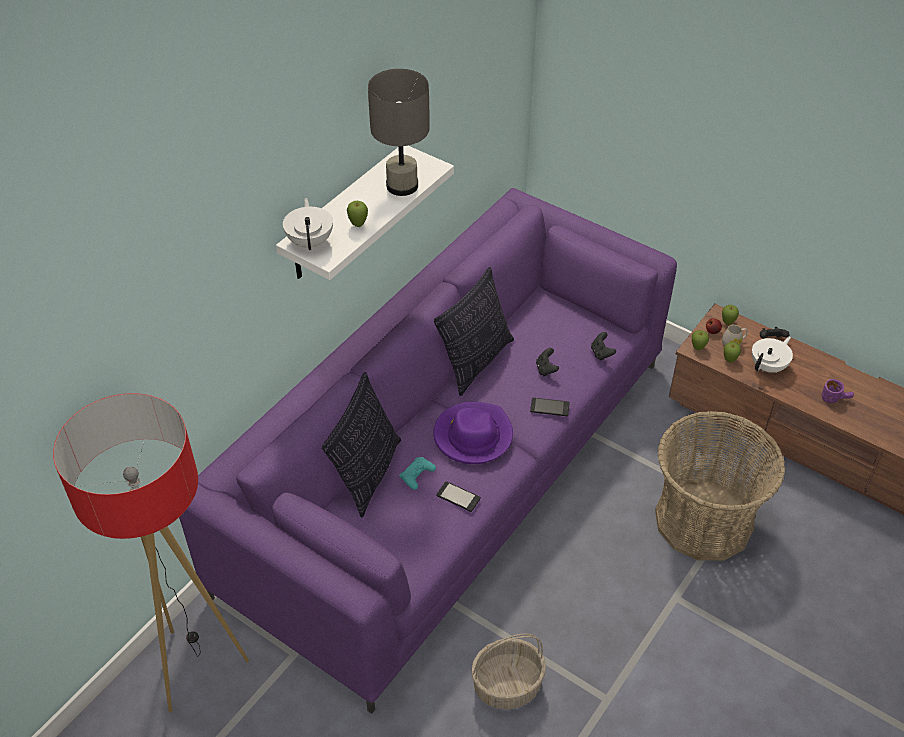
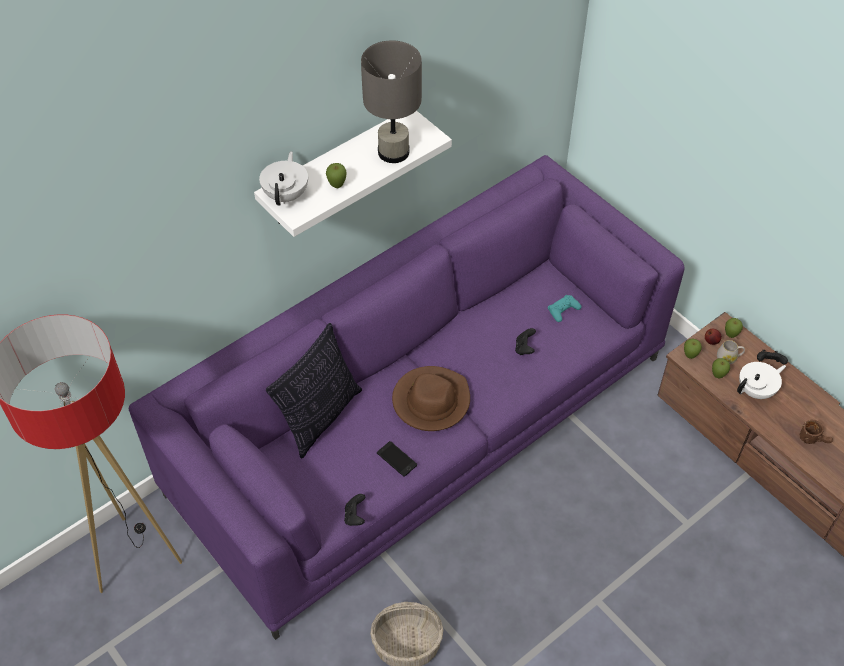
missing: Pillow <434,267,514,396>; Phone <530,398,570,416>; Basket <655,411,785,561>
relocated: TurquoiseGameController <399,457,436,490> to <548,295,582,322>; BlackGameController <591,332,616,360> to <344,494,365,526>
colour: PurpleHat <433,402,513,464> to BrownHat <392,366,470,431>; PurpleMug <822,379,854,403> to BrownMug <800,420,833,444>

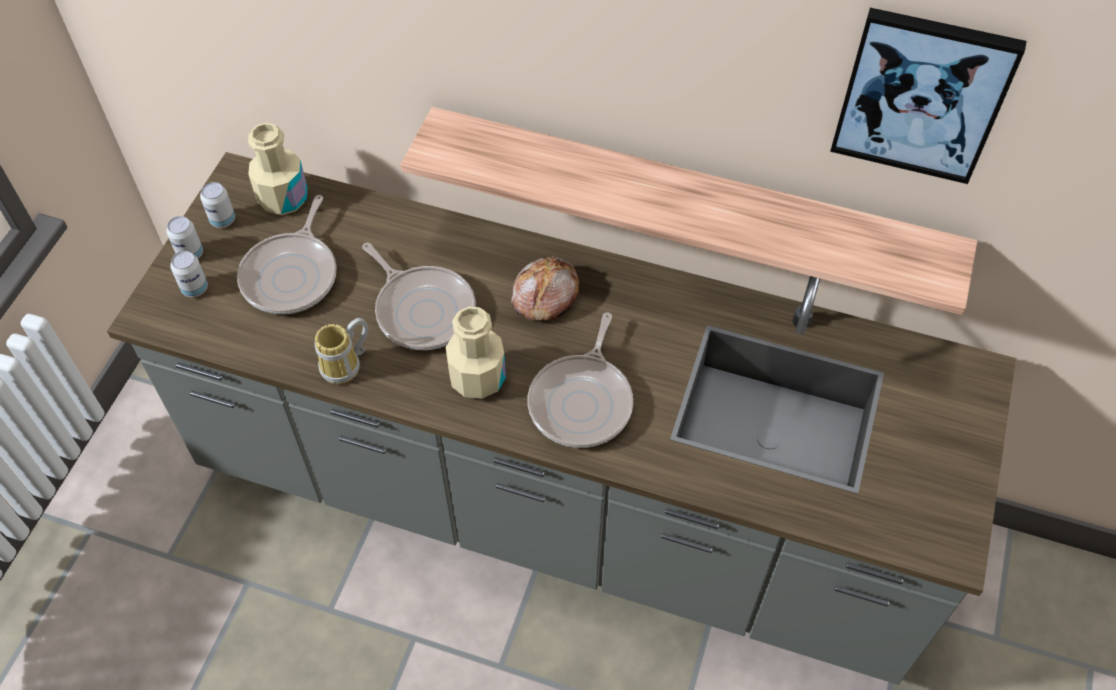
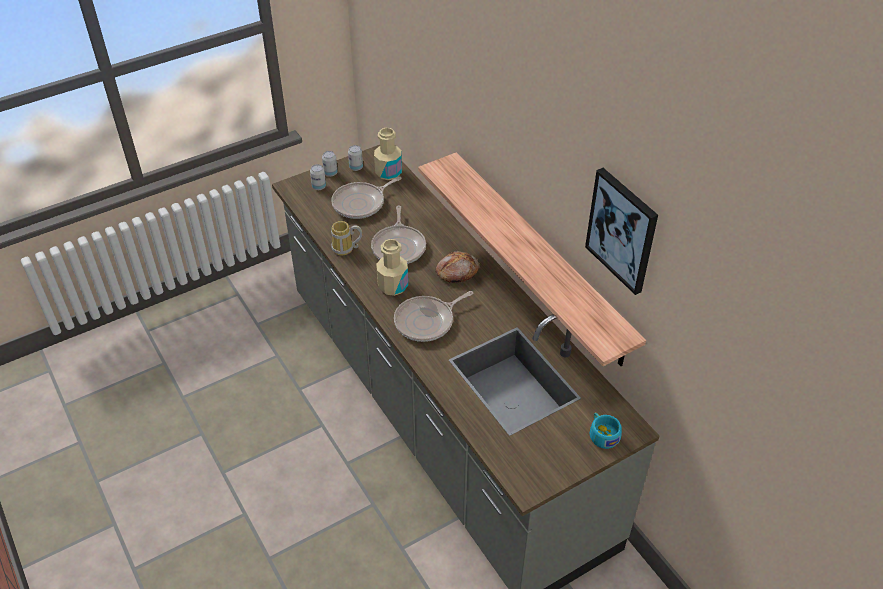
appeared: TurquoiseCup <590,413,622,449>

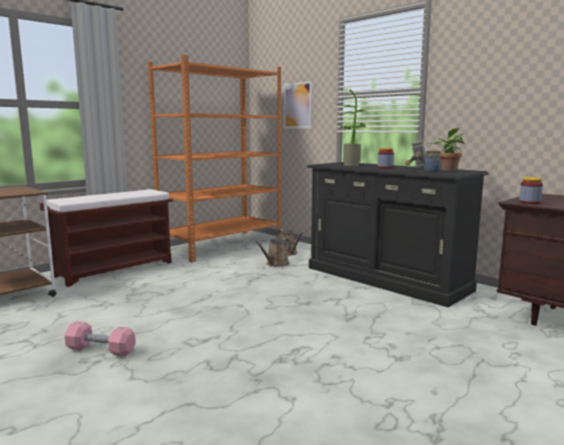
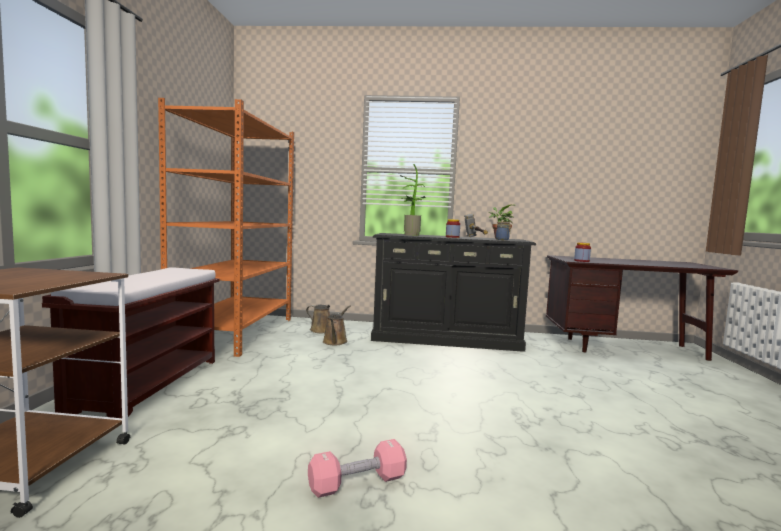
missing: Picture <284,81,312,128>

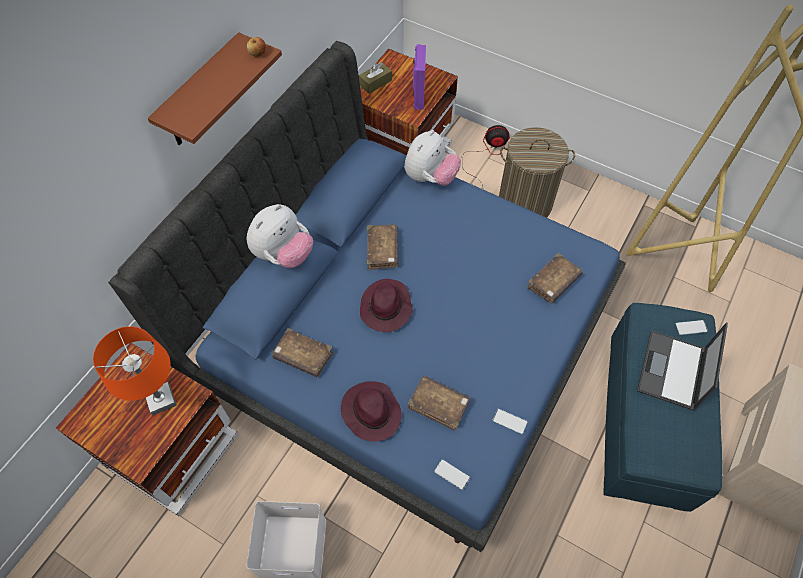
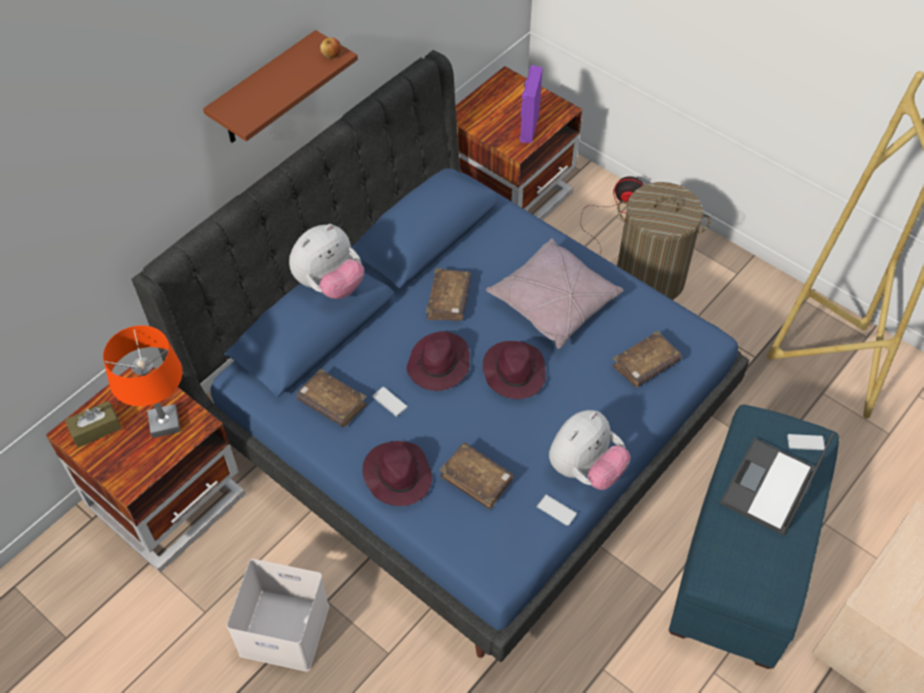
appeared: PurpleHat <483,341,546,399>; PurplePillow <486,238,624,349>
relocated: BrownTissueBox <359,62,392,94> to <65,401,122,448>; PlushToy <404,130,461,186> to <549,410,631,490>; Phone <434,459,470,490> to <372,387,408,417>

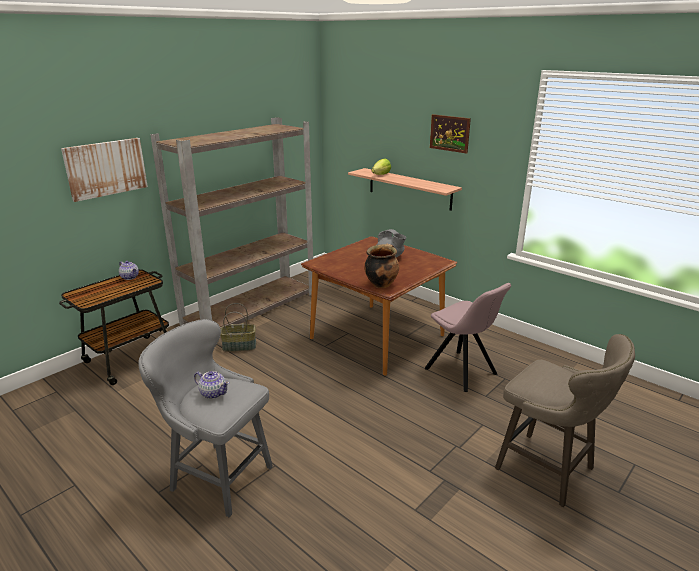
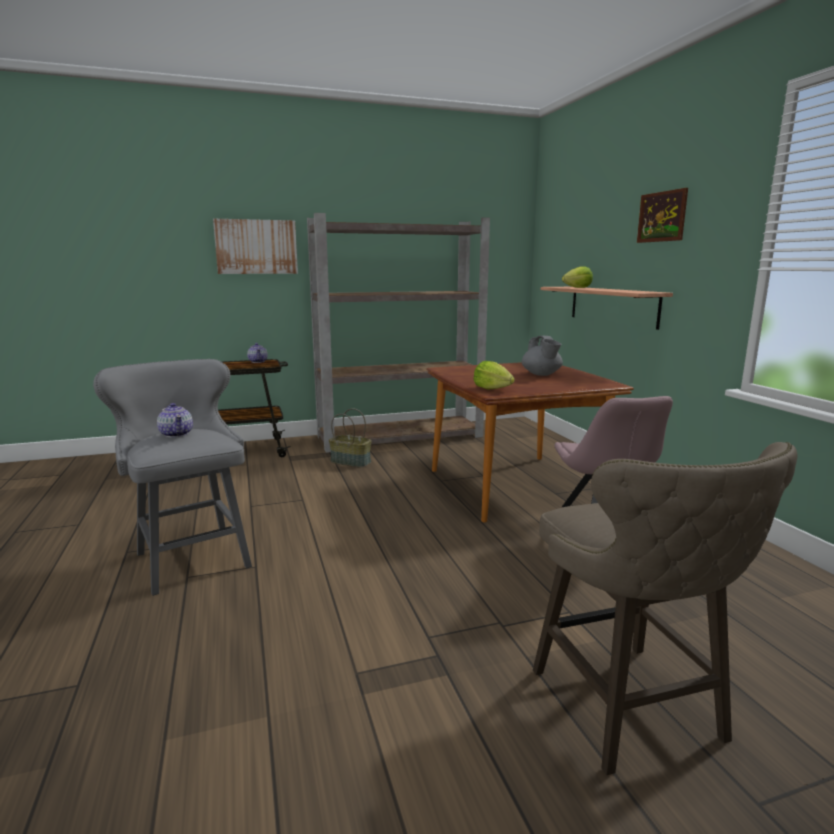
exchanged: CookingPot <364,244,399,288> to Lettuce <473,361,515,389>

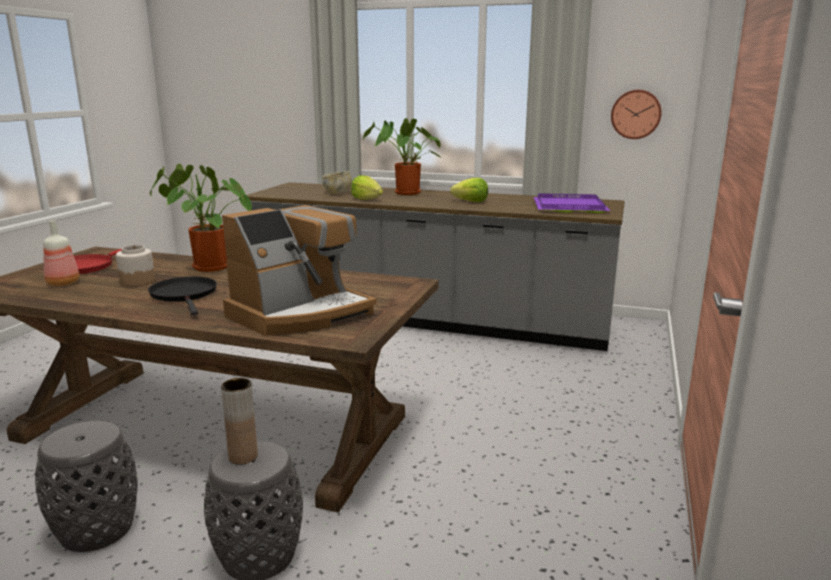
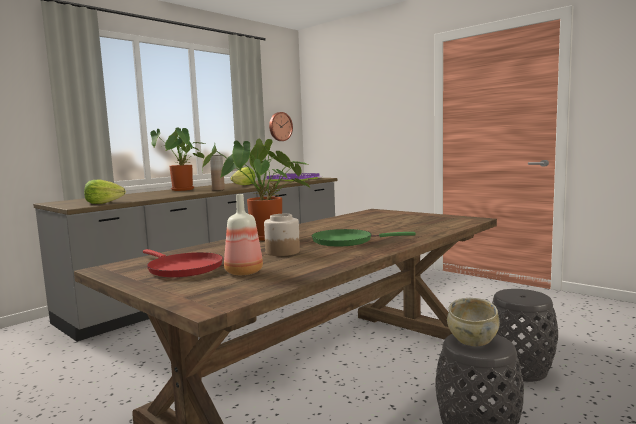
missing: CoffeeMachine <222,205,377,336>
relocated: BrownVase <221,378,258,465> to <210,155,225,191>; BeigeBowl <322,171,352,194> to <447,298,500,346>; Lettuce <351,175,383,200> to <84,179,126,204>
colour: BlackFryingPan <148,277,217,315> to GreenFryingPan <312,229,416,246>

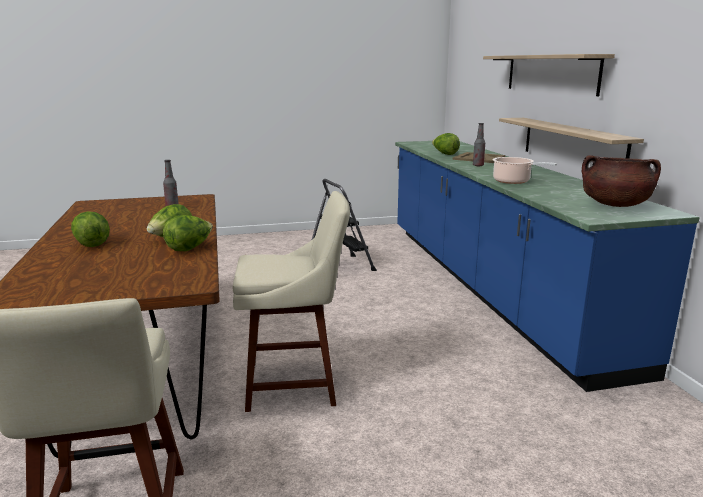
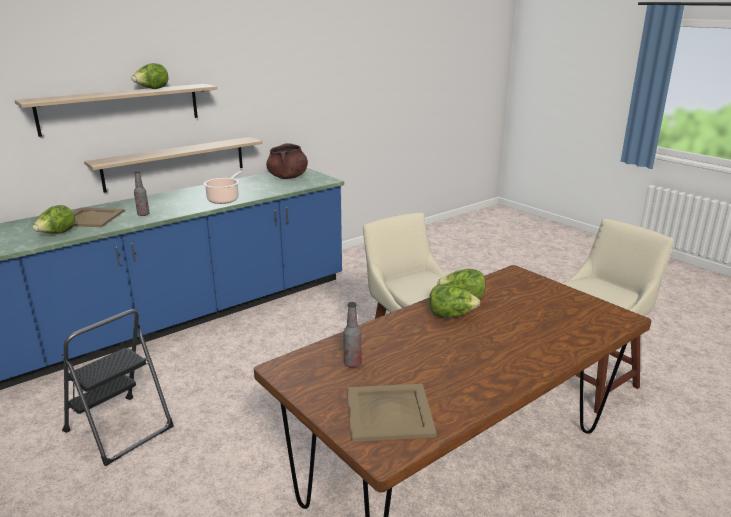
appeared: BeigeTray <347,384,437,442>
relocated: Lettuce <71,211,110,247> to <132,63,168,89>

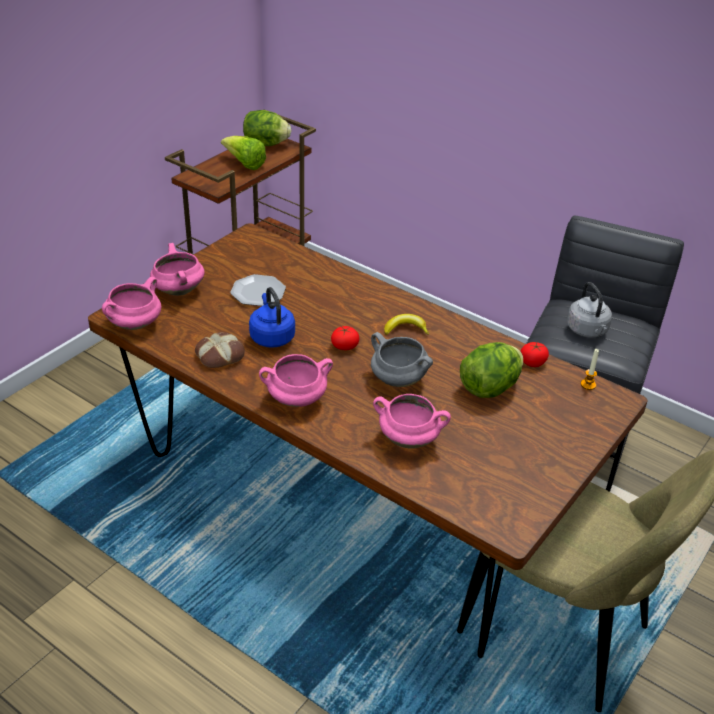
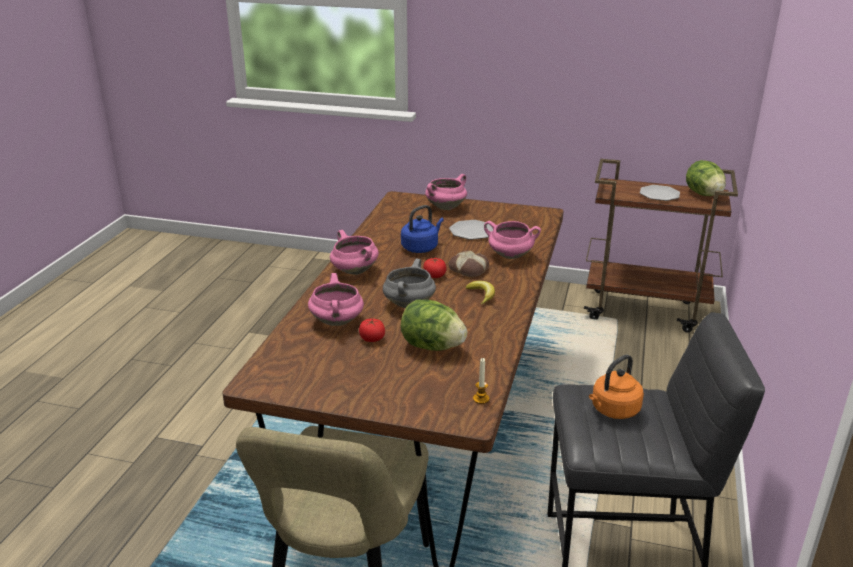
relocated: PinkCookingPot <102,277,161,330> to <484,221,541,259>; Bread <195,332,245,368> to <448,251,489,277>; Tomato <521,342,549,367> to <359,319,385,342>
exchanged: Lettuce <221,136,266,170> to Plate <640,185,680,201>
colour: GreyKettle <567,282,612,338> to OrangeKettle <589,355,644,419>

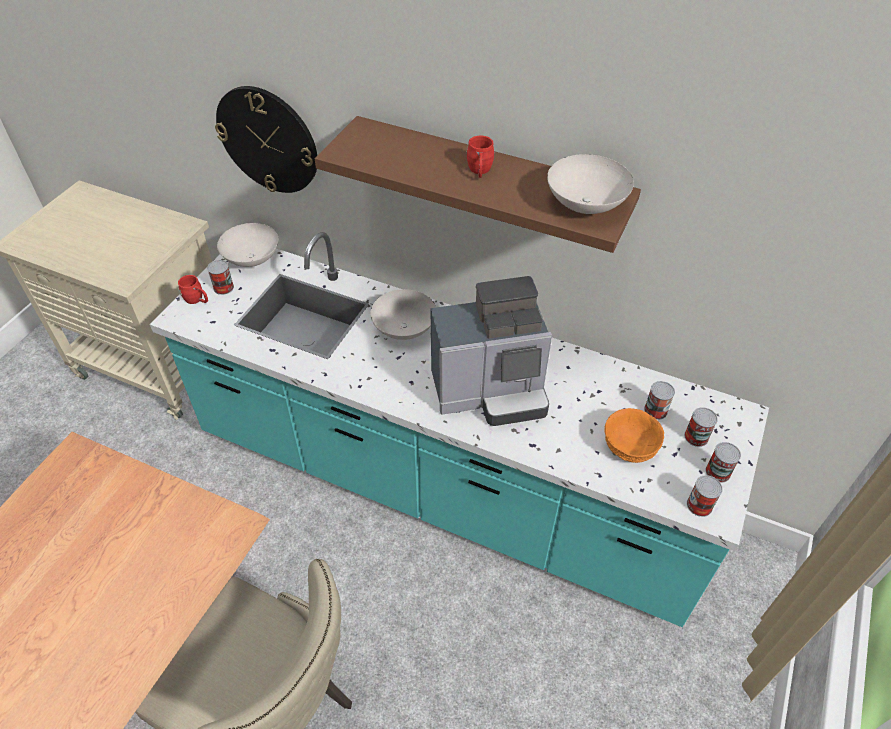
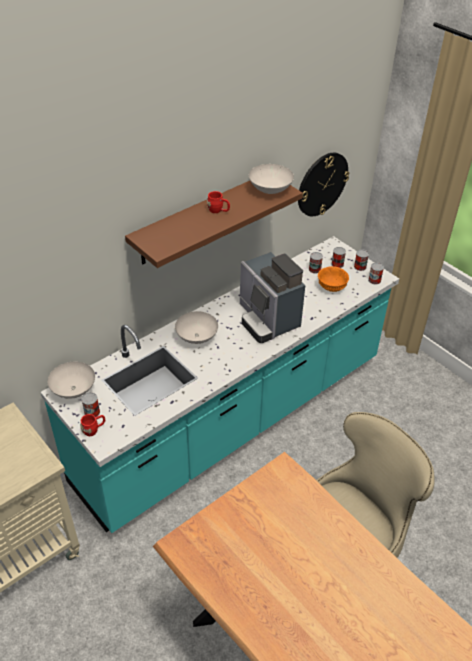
relocated: WallClock <215,86,317,193> to <298,153,349,216>
spun: CoffeeMachine <430,276,552,426> = <240,252,305,343> 135 degrees clockwise

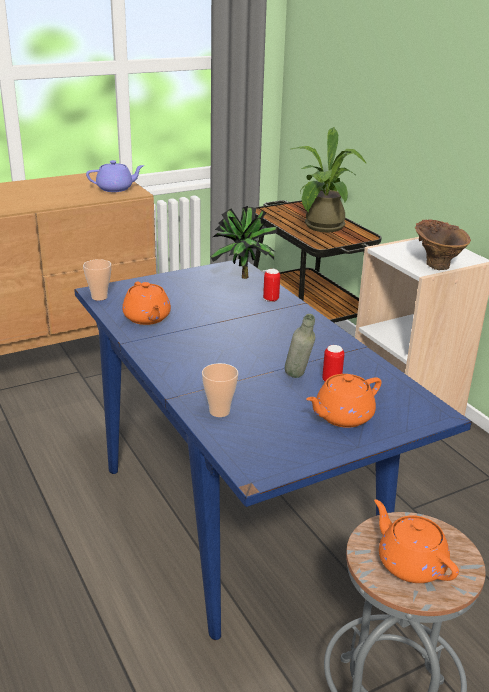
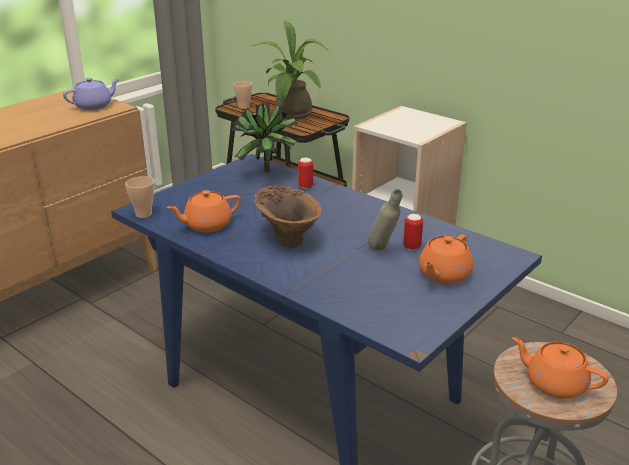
relocated: Cup <202,363,238,417> to <233,81,252,109>; BrownVase <415,219,471,270> to <254,186,322,248>
spun: OrangeTeapot <122,282,171,325> = <166,190,241,232> 105 degrees clockwise

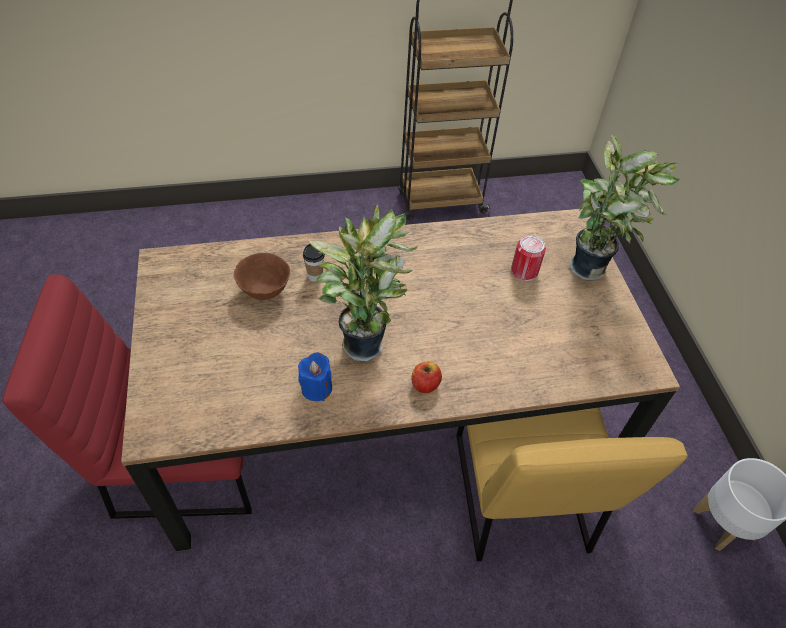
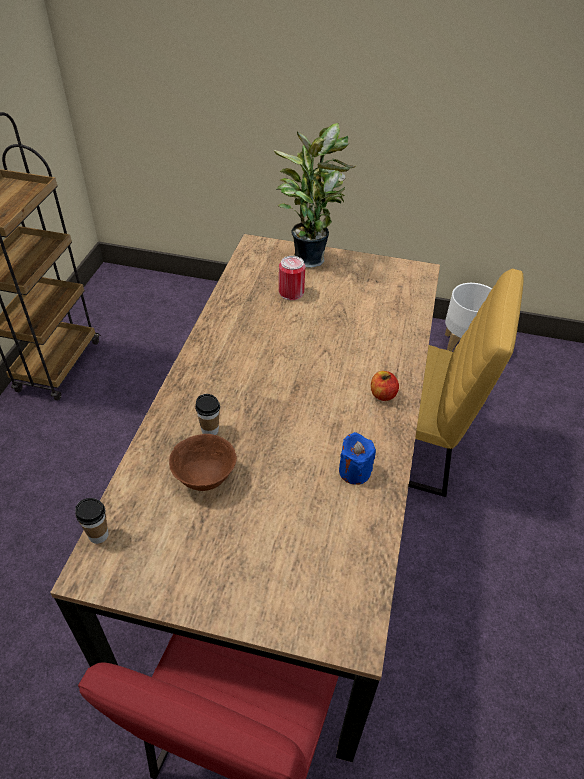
missing: PottedPlant <309,203,419,361>
appeared: Cup <75,498,109,544>

